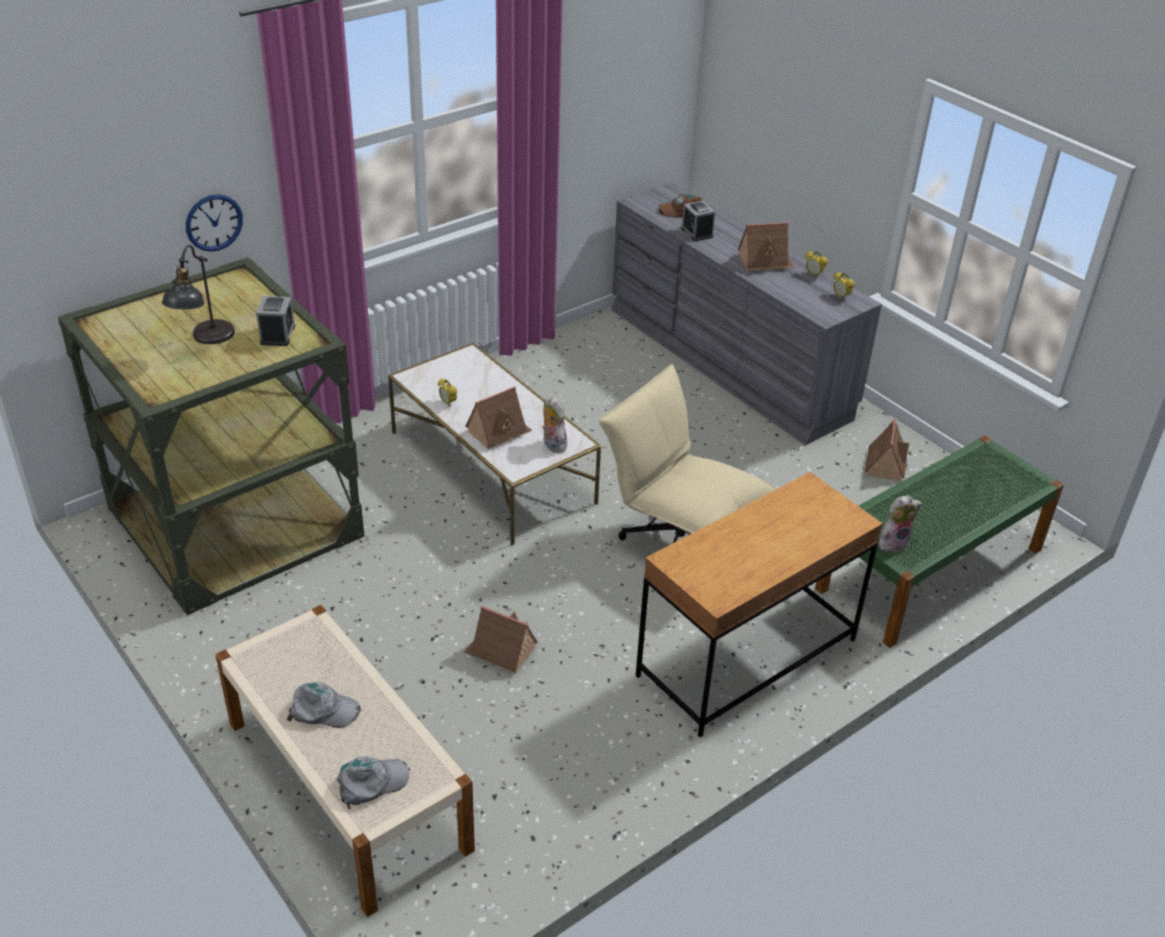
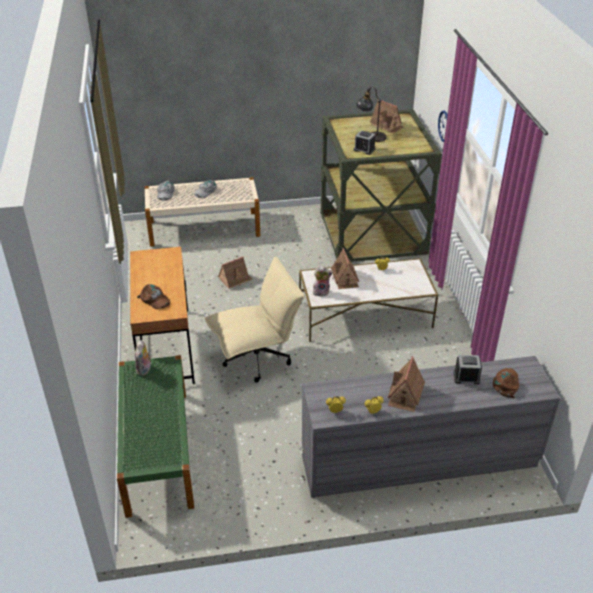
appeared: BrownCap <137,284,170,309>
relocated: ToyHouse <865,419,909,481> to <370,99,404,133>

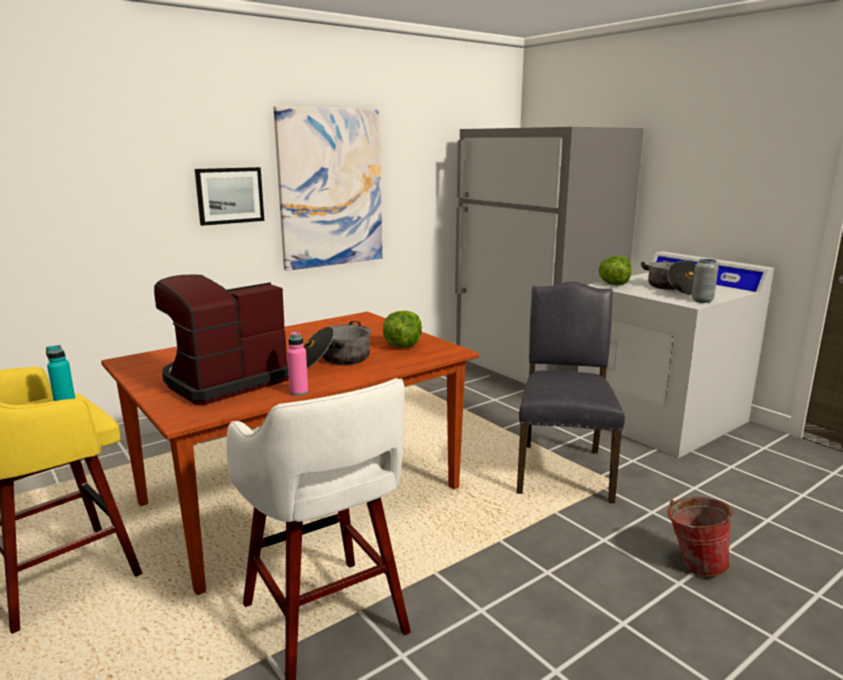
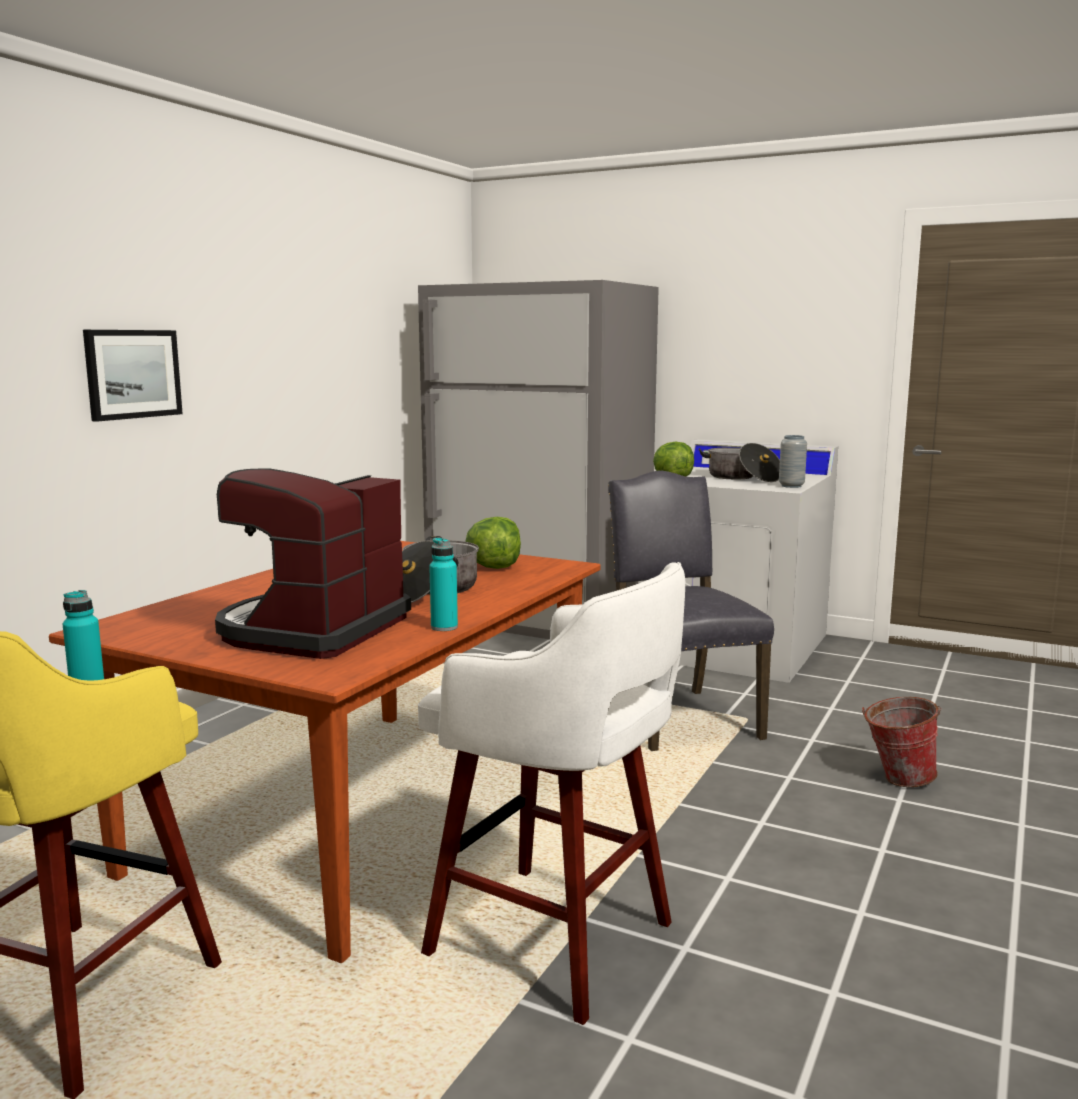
missing: Picture <273,106,382,271>
colour: PinkBottle <287,331,308,396> to TurquoiseBottle <429,538,458,631>

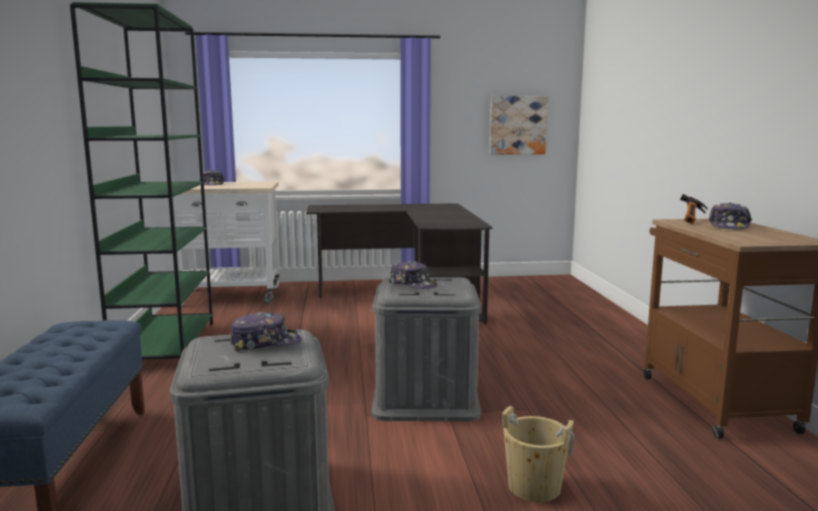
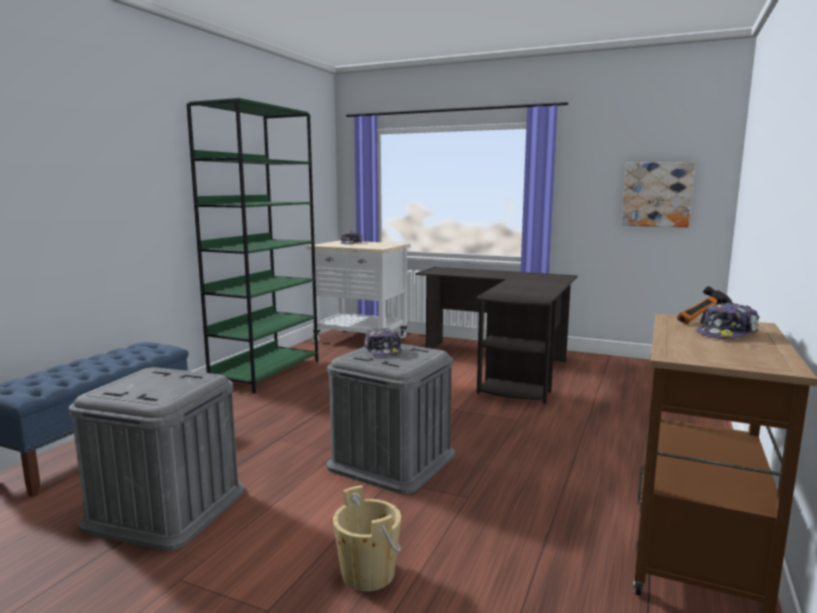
missing: Cap <230,312,302,352>

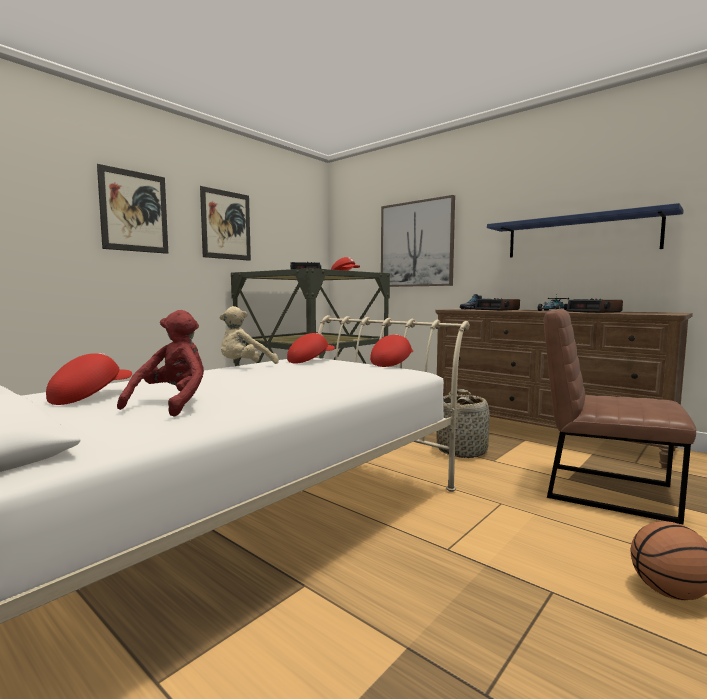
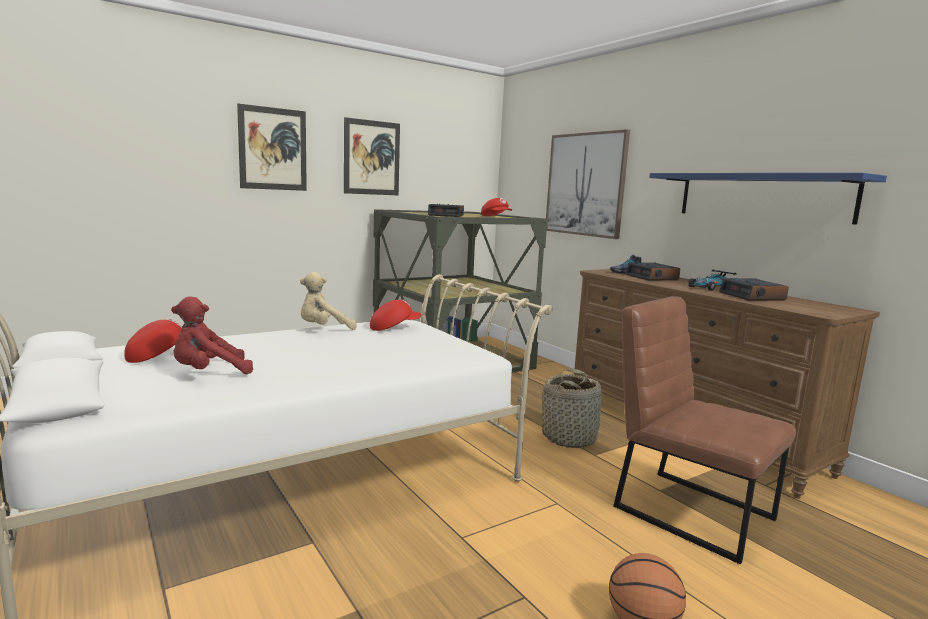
missing: RedCap <370,334,413,367>
spun: RedPlushToy <117,310,204,417> = <171,296,253,374> 150 degrees counterclockwise

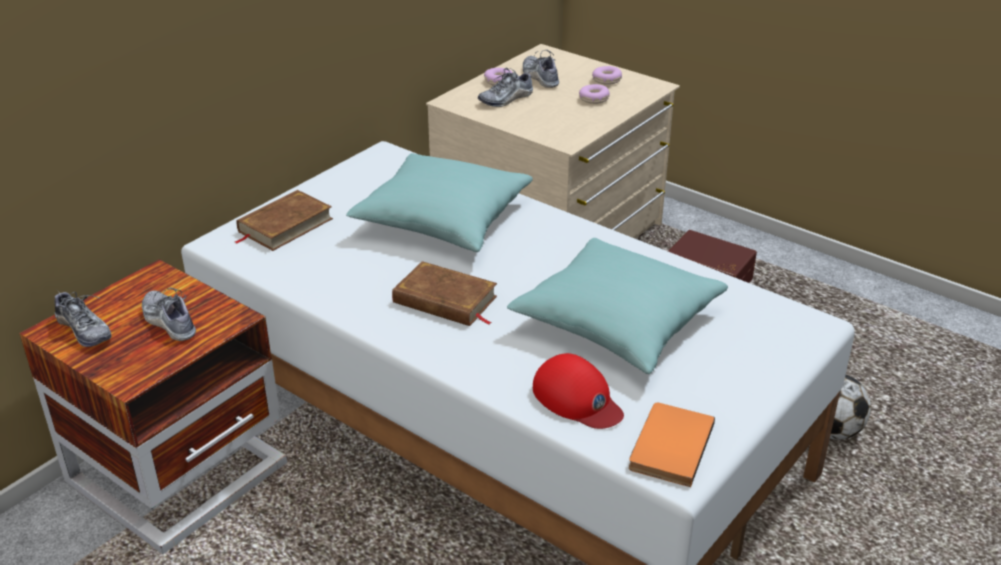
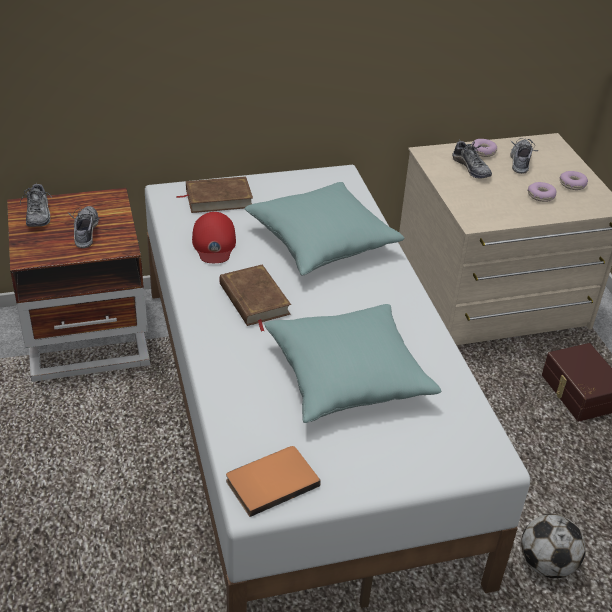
relocated: RedCap <533,353,624,429> to <192,212,236,263>
spun: Shoe <478,68,533,107> = <452,139,492,178> 120 degrees counterclockwise

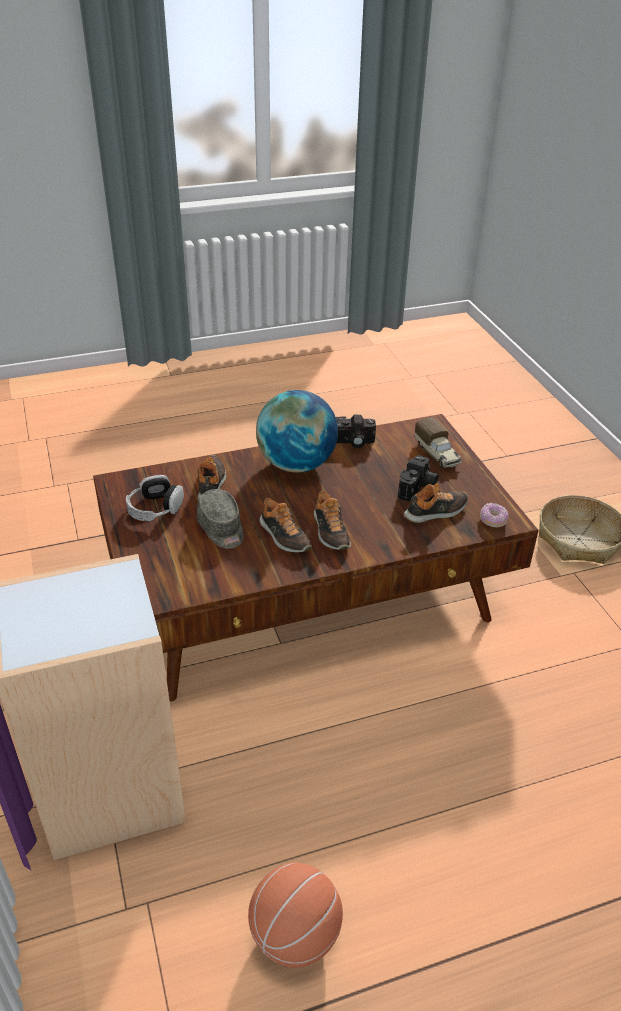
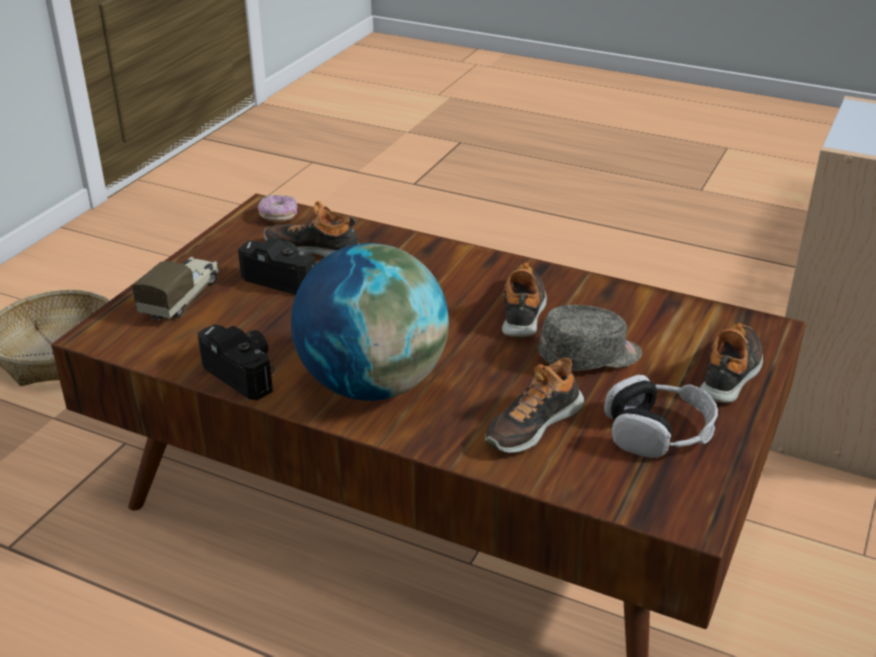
missing: Basketball <248,862,343,968>
relocated: Shoe <314,490,351,550> to <700,323,763,403>
spun: GreyCap <197,489,244,549> = <538,305,642,371> 60 degrees clockwise; PhotoCamera <398,455,439,501> = <238,237,316,295> 45 degrees clockwise

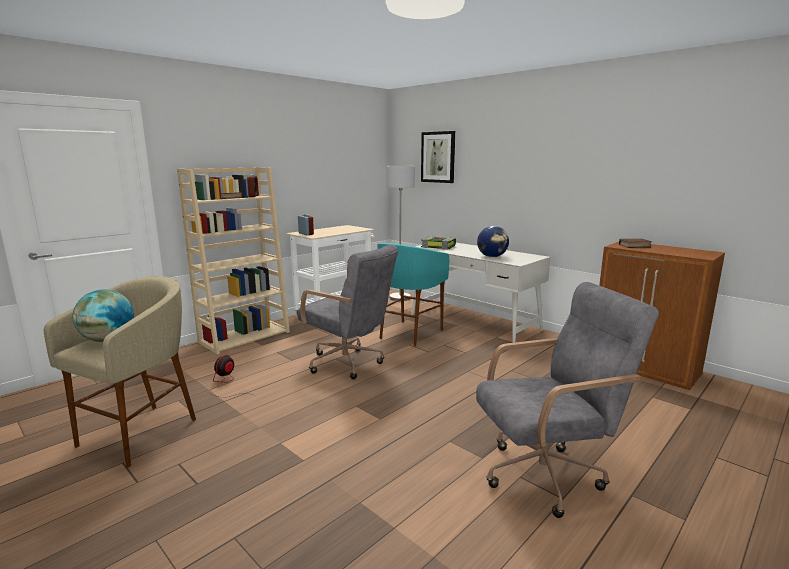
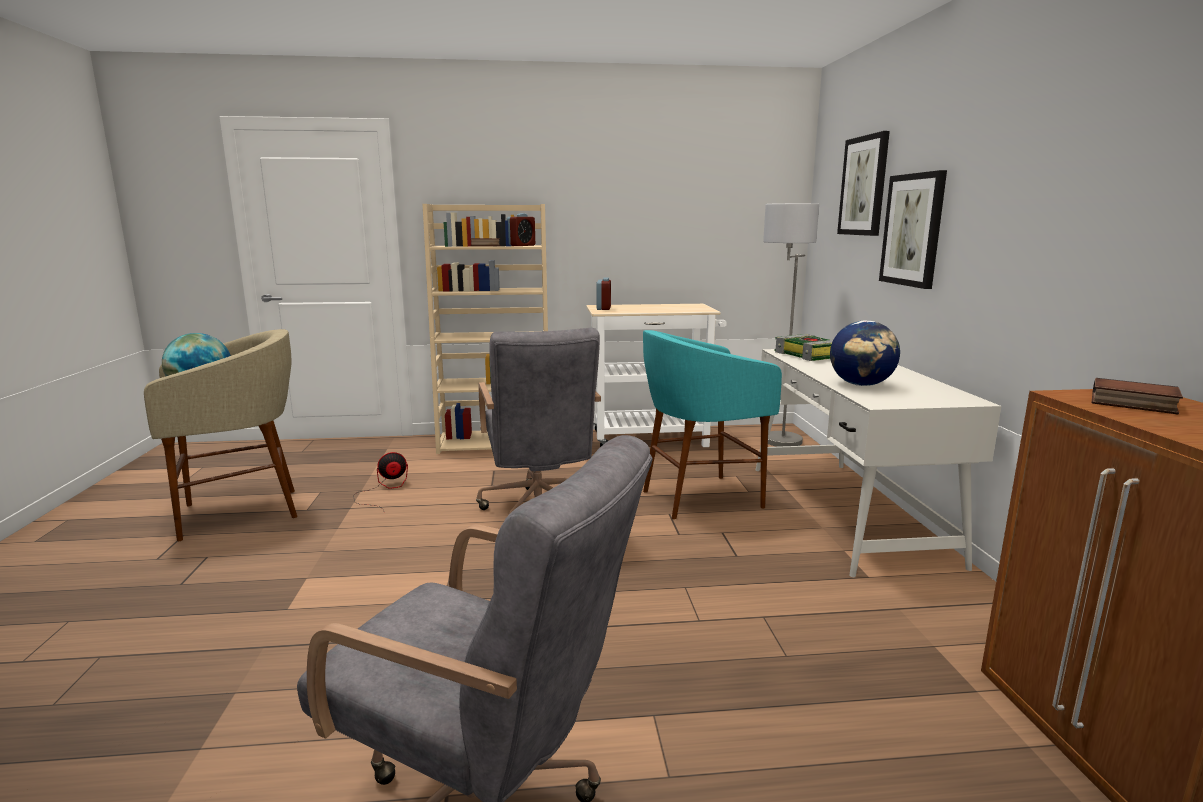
appeared: Picture <879,170,947,289>

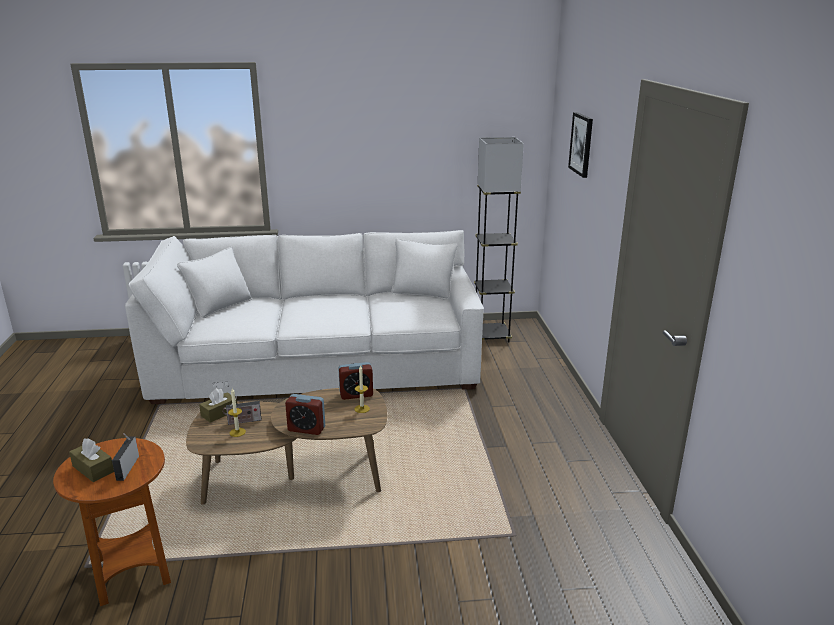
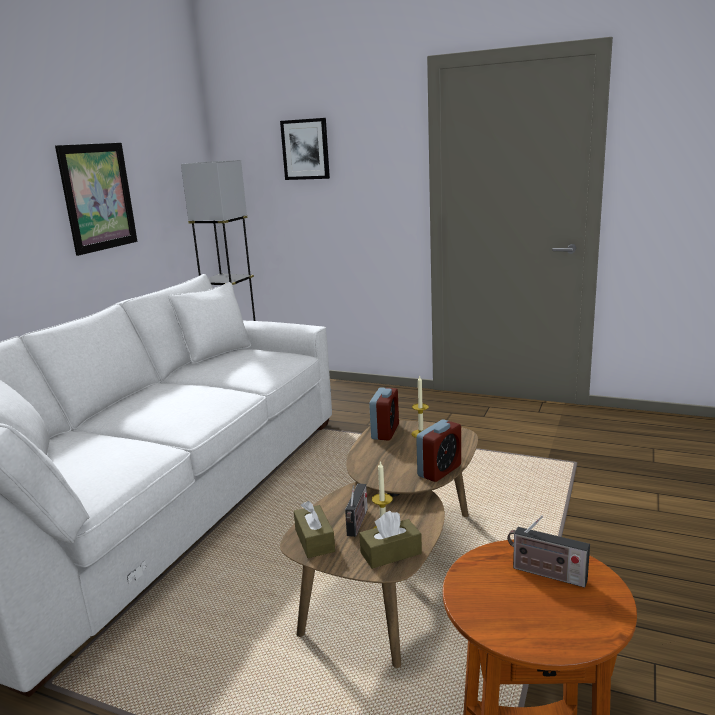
appeared: Picture <55,143,137,256>
relocated: BrownTissueBox <69,438,114,482> to <359,511,422,569>

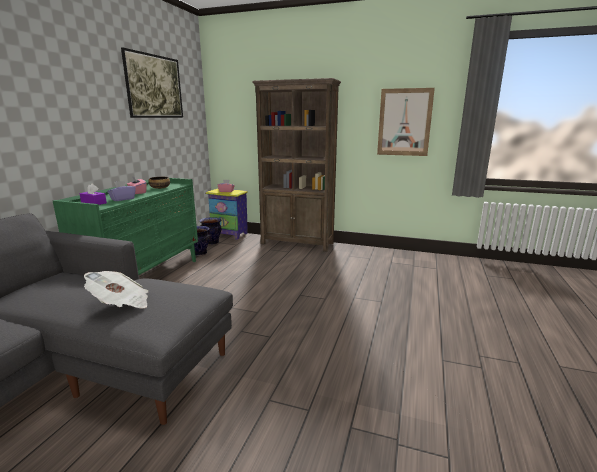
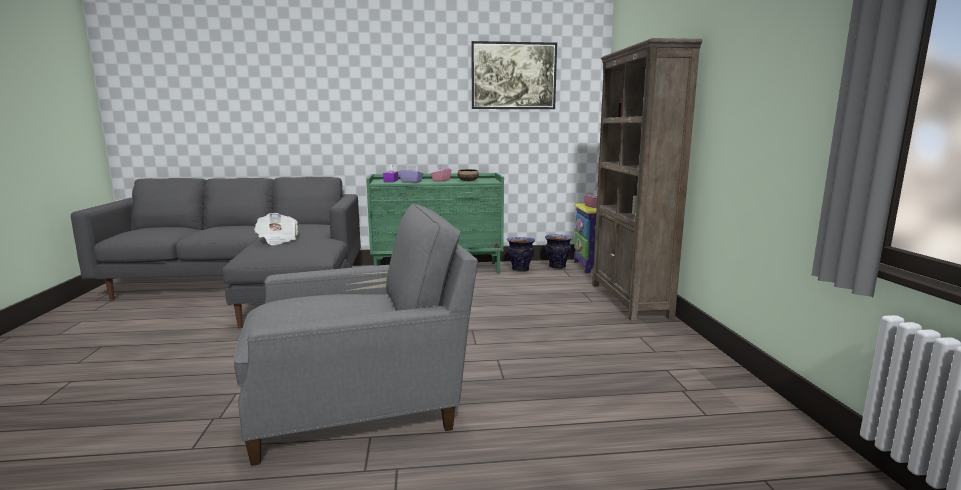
missing: Picture <377,88,435,156>
appeared: GreyArmchair <234,203,478,466>

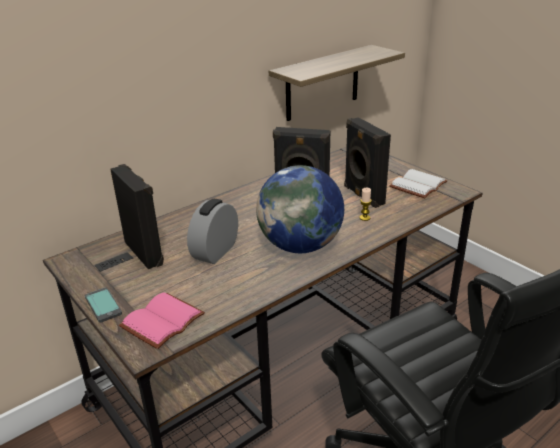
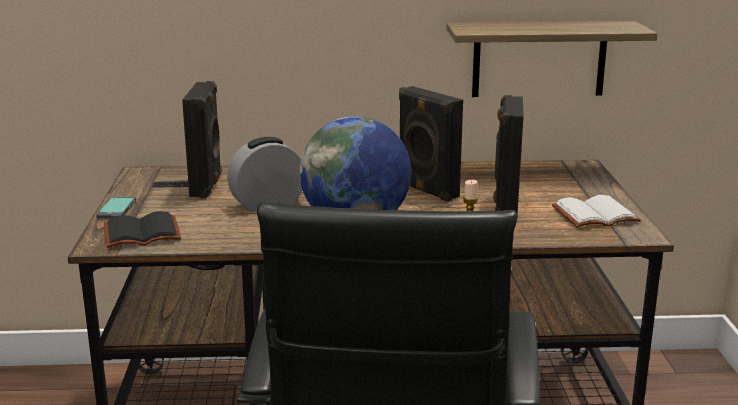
colour: PinkBook <119,292,205,349> to BlackBook <104,211,181,248>

